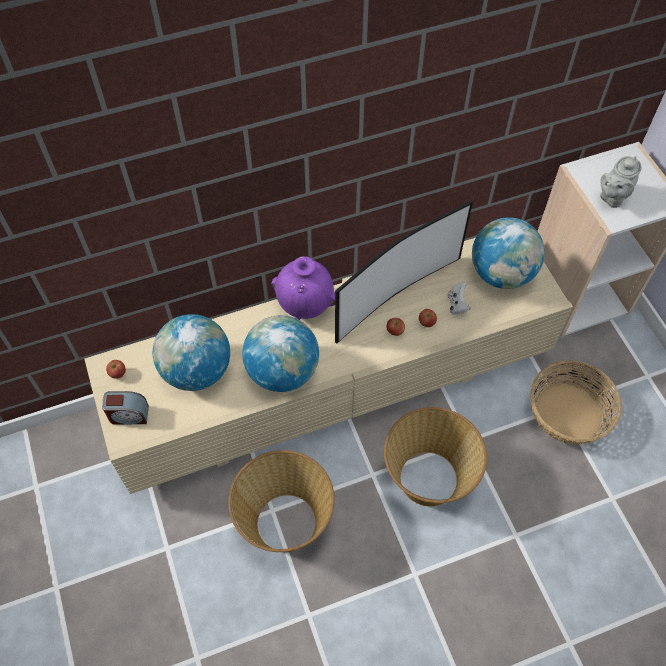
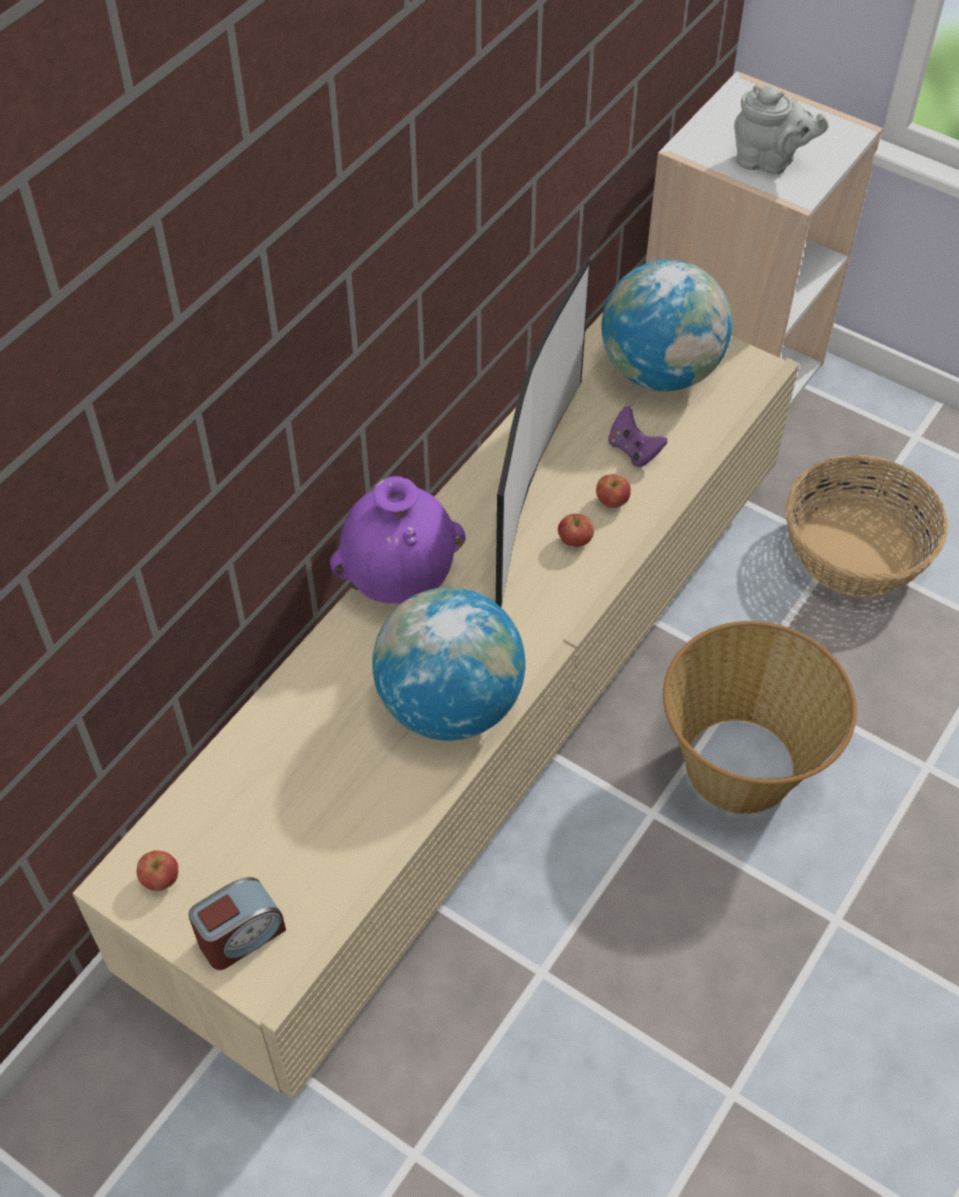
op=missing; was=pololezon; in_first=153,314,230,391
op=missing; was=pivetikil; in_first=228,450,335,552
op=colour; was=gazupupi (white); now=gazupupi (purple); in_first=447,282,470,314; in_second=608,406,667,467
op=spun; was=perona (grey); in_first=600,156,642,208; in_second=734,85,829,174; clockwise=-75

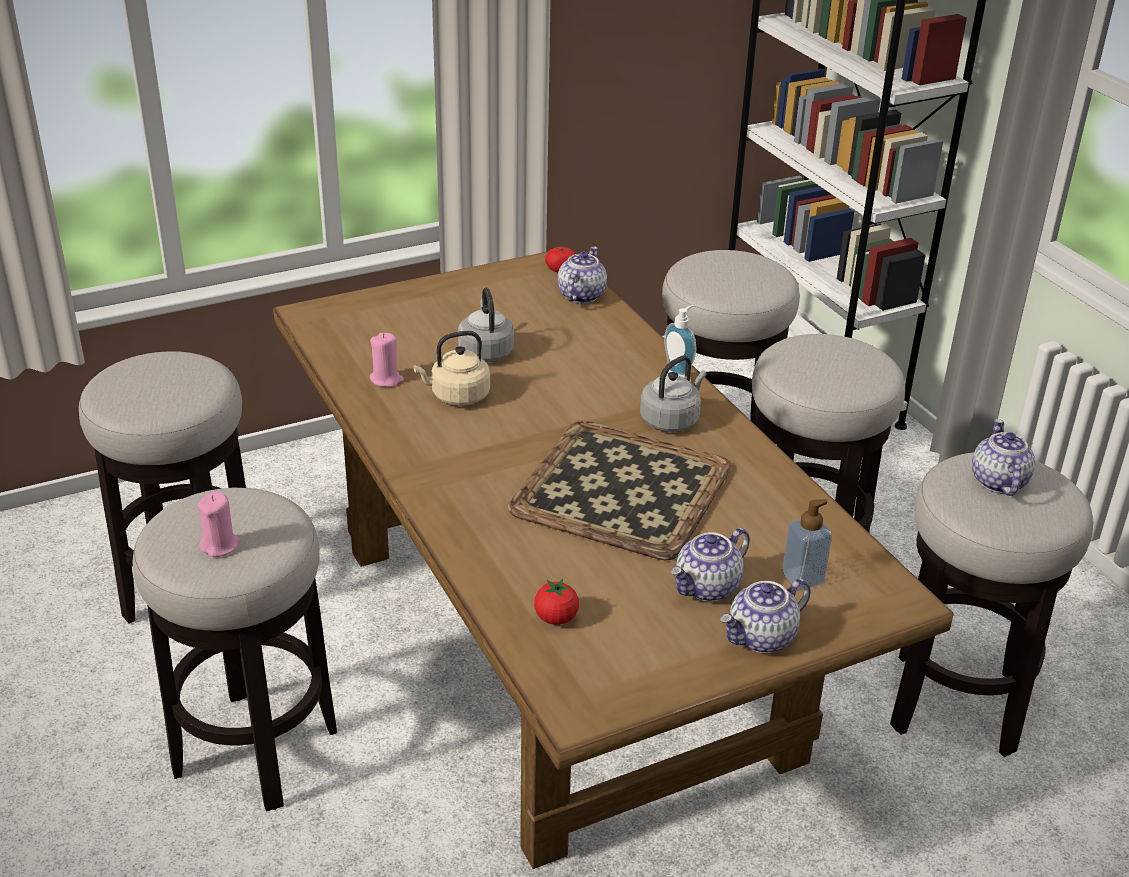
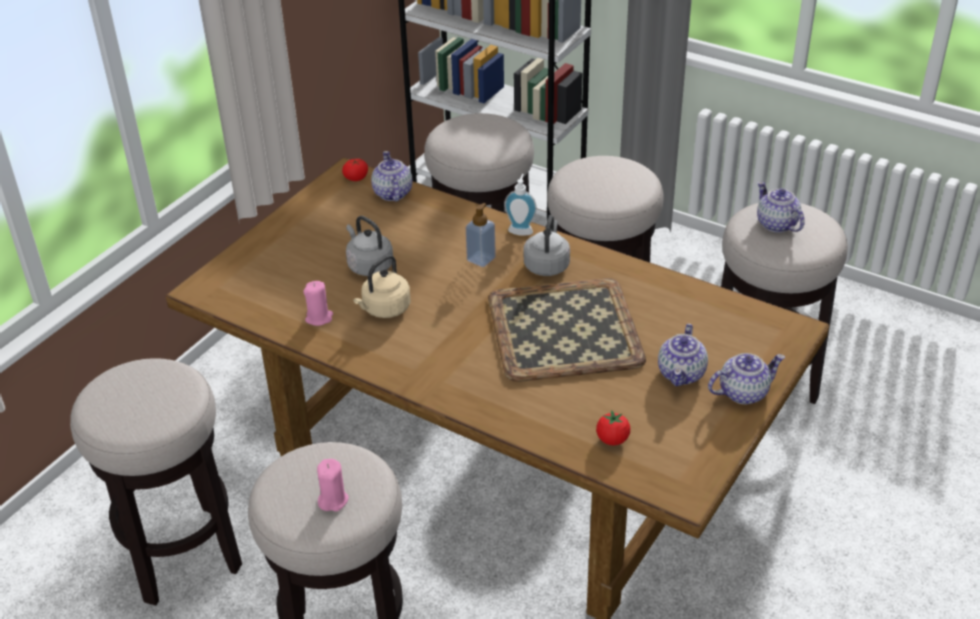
op=relocated; was=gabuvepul; in_first=782,499,832,590; in_second=466,203,496,267
op=spun; was=perona; in_first=720,578,811,653; in_second=708,353,785,404; clockwise=-135

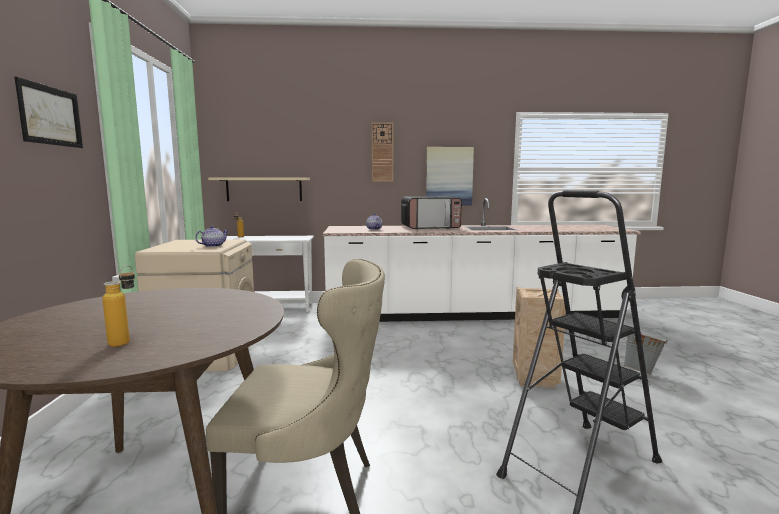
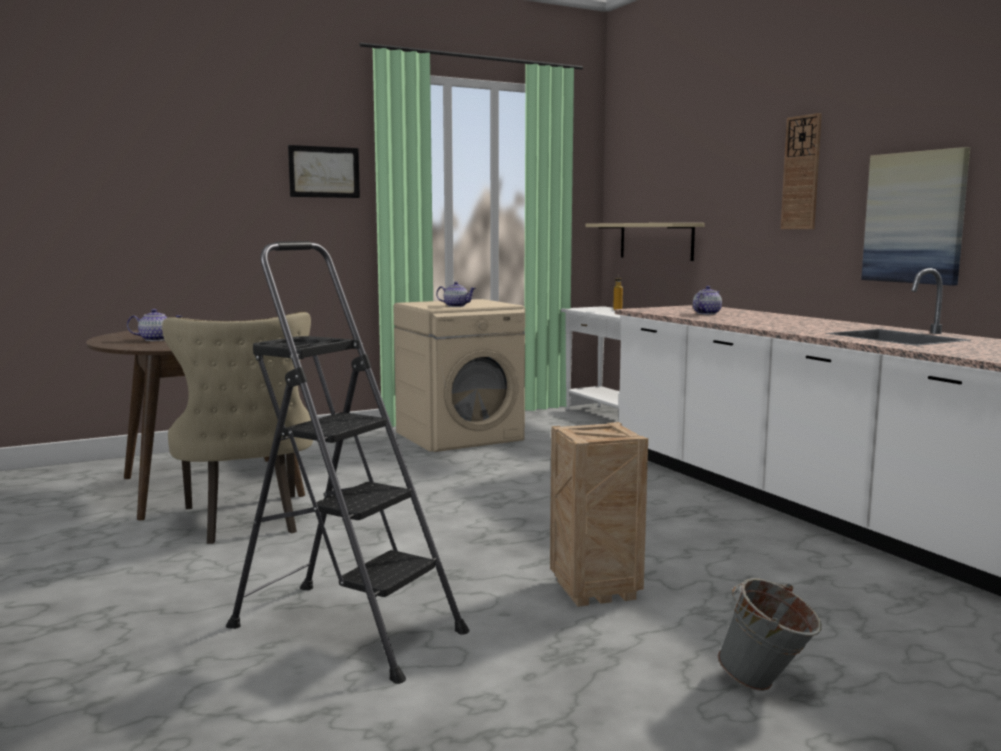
op=missing; was=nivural; in_first=401,196,462,230
op=exchanged; was=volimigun; now=perona; in_first=102,265,135,347; in_second=127,309,182,341

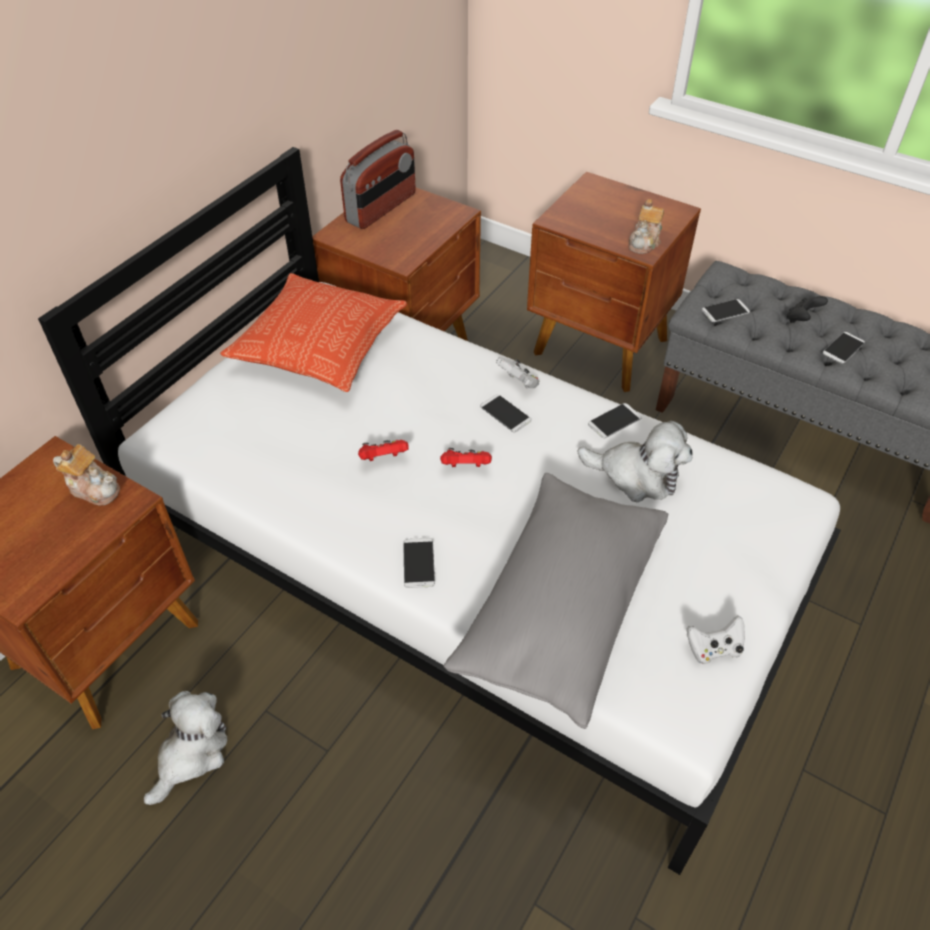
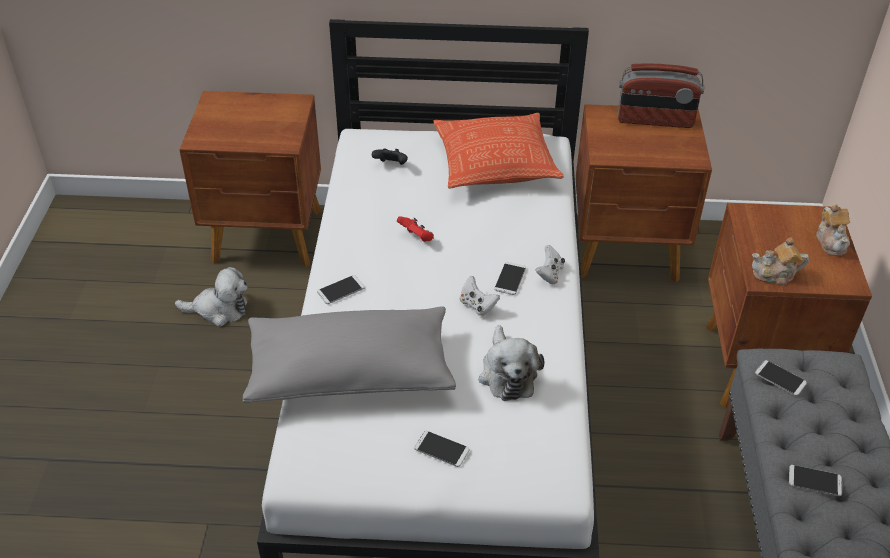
op=missing; was=gazupupi (red); in_first=440,448,492,467
op=relocated; was=perona; in_first=53,444,120,505; in_second=816,204,850,256
op=relocated; was=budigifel; in_first=588,403,642,438; in_second=414,431,469,467
op=relocated; was=gazupupi (white); in_first=686,615,745,664; in_second=460,276,500,316
op=relocated; was=gazupupi (black); in_first=787,296,828,323; in_second=372,148,408,165

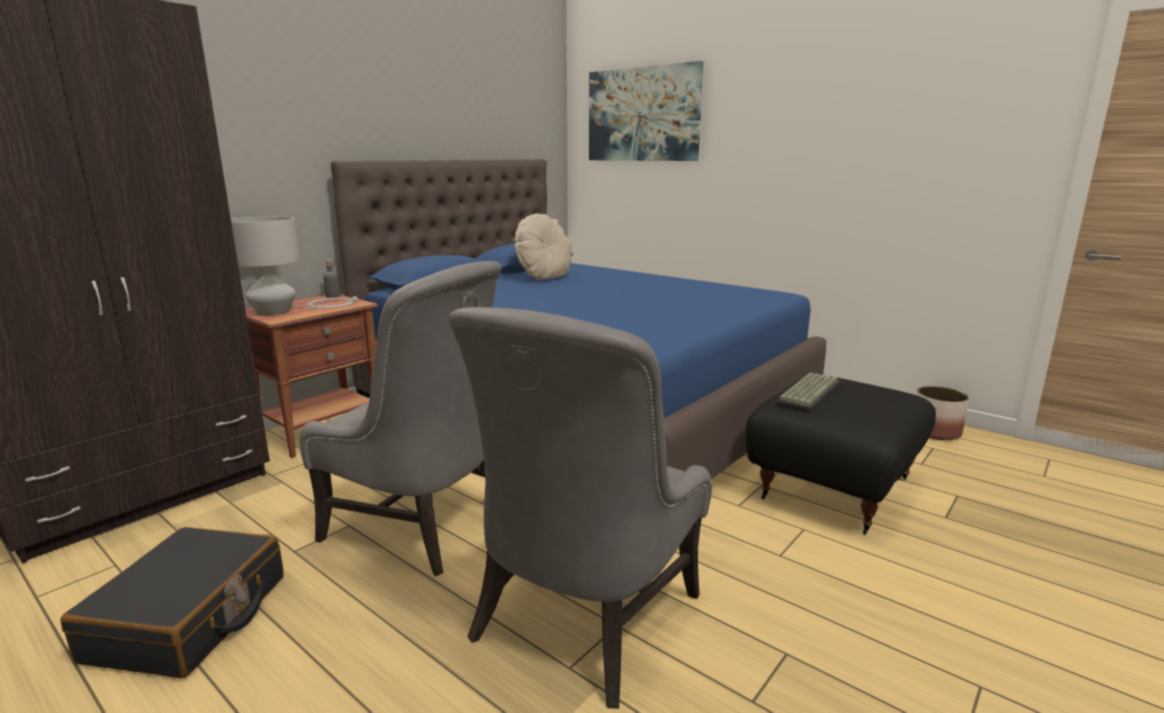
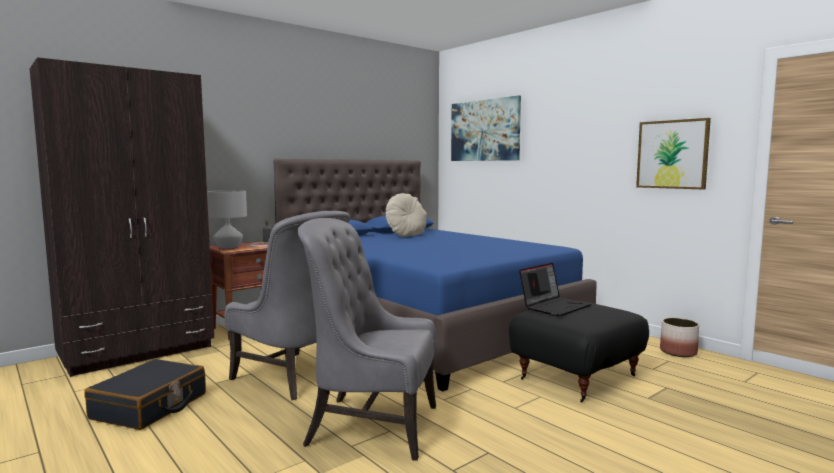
op=appeared; now=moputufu; in_second=636,118,711,190
op=exchanged; was=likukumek; now=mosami; in_first=777,372,840,411; in_second=519,263,591,316
op=spun; was=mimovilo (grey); in_first=449,307,712,709; in_second=298,218,436,461; clockwise=60

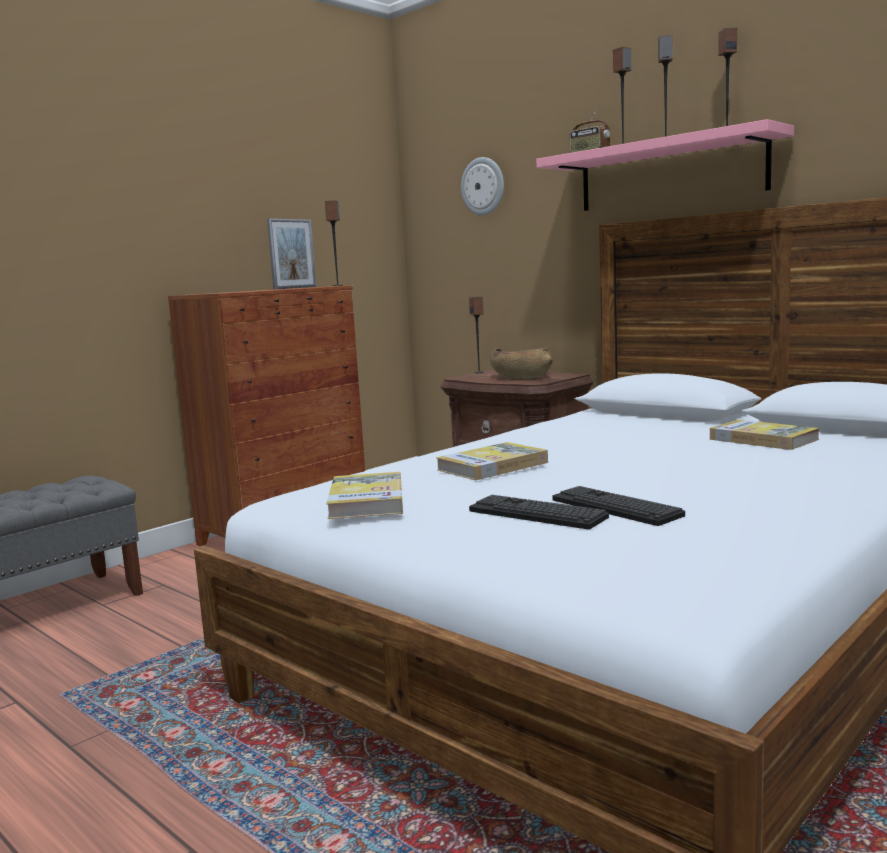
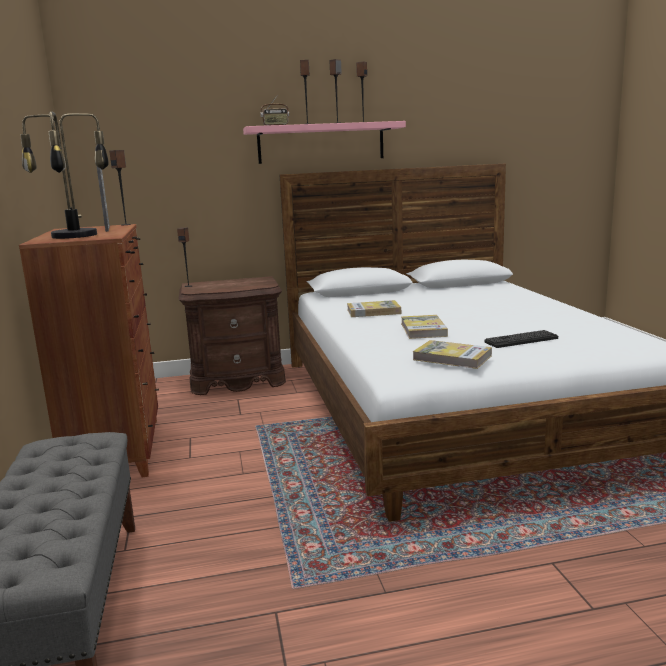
op=missing; was=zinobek; in_first=461,157,504,216
op=missing; was=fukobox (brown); in_first=490,347,553,379
op=missing; was=likukumek; in_first=552,486,685,526
op=appeared; now=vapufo; in_second=20,111,109,239
op=relocated; was=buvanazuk; in_first=710,420,819,450; in_second=347,300,401,317

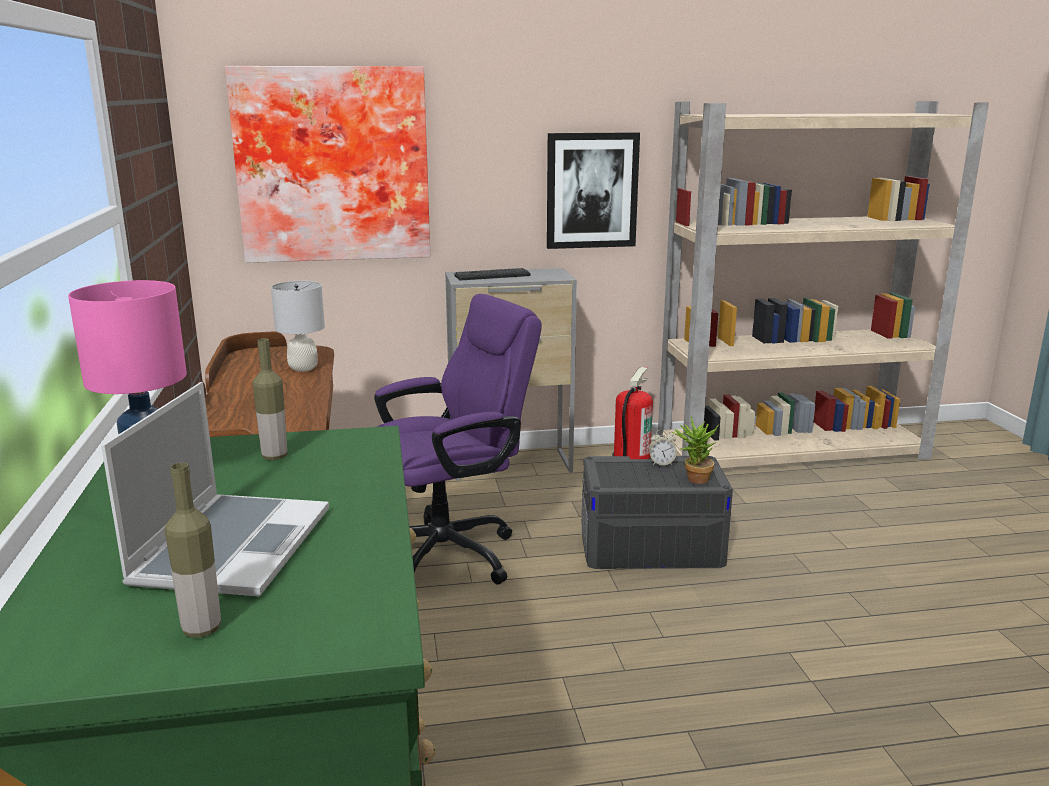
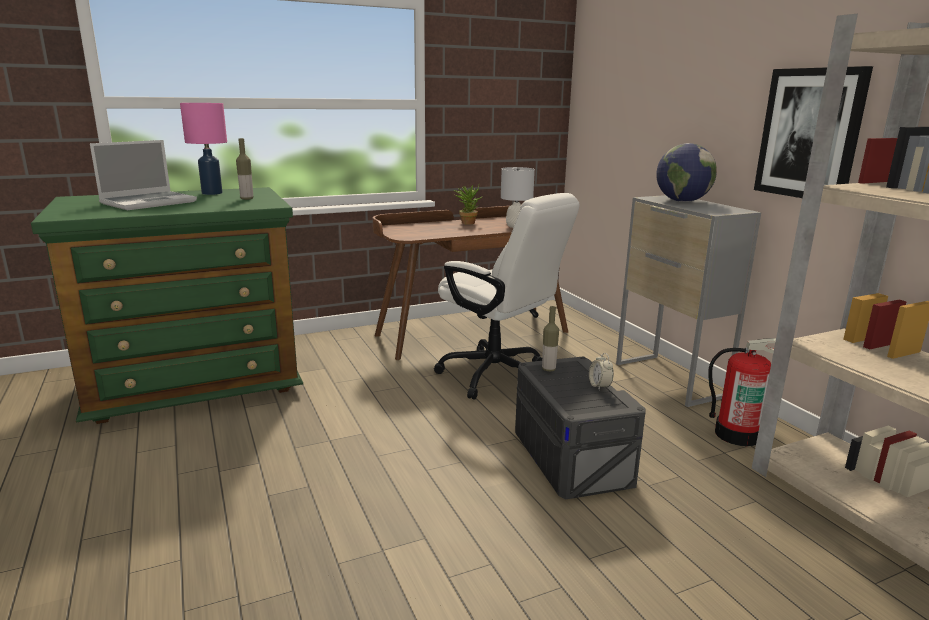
op=missing; was=moputufu; in_first=225,66,430,263
op=relocated; was=volimigun; in_first=165,463,221,638; in_second=542,306,559,371
op=relocated; was=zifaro; in_first=672,417,720,484; in_second=454,185,482,225
op=exchanged; was=likukumek; now=pololezon; in_first=454,268,531,280; in_second=656,143,717,202
op=colour; was=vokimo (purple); now=vokimo (white); in_first=374,294,542,585; in_second=434,193,580,400
op=spun; was=mosami; in_first=101,382,329,597; in_second=90,140,197,210; clockwise=-45

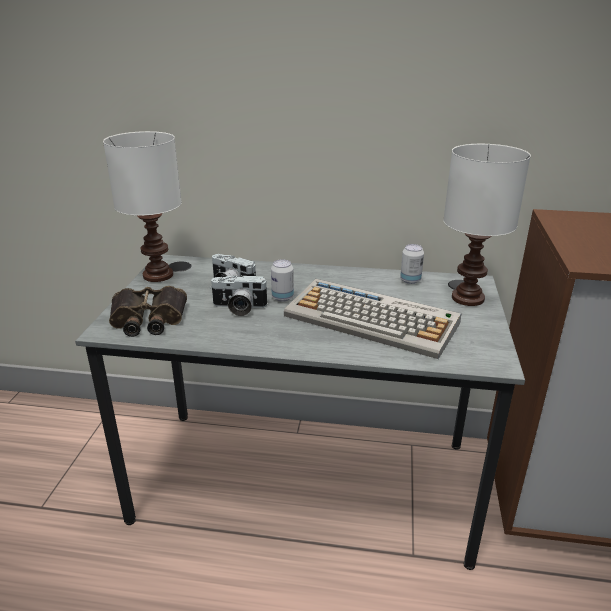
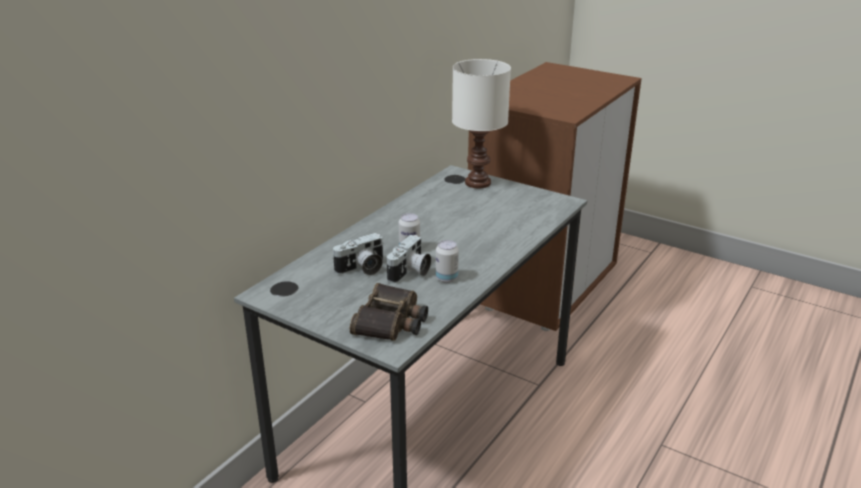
op=missing; was=vapufo (white); in_first=103,131,182,282
op=missing; was=likukumek; in_first=284,279,461,359
op=relocated; was=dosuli; in_first=400,244,424,284; in_second=436,240,459,283

